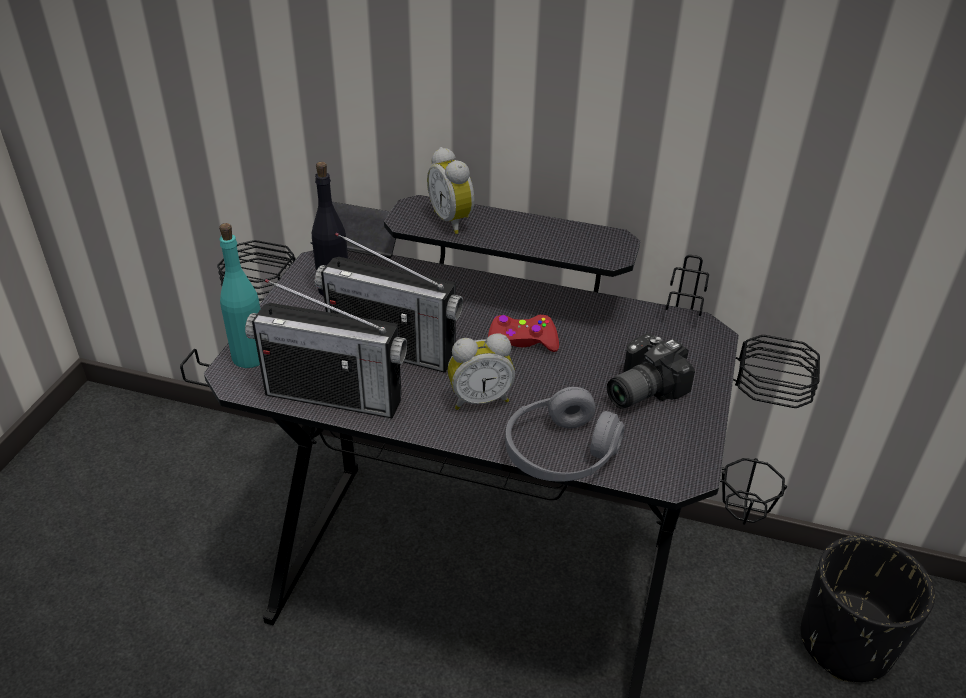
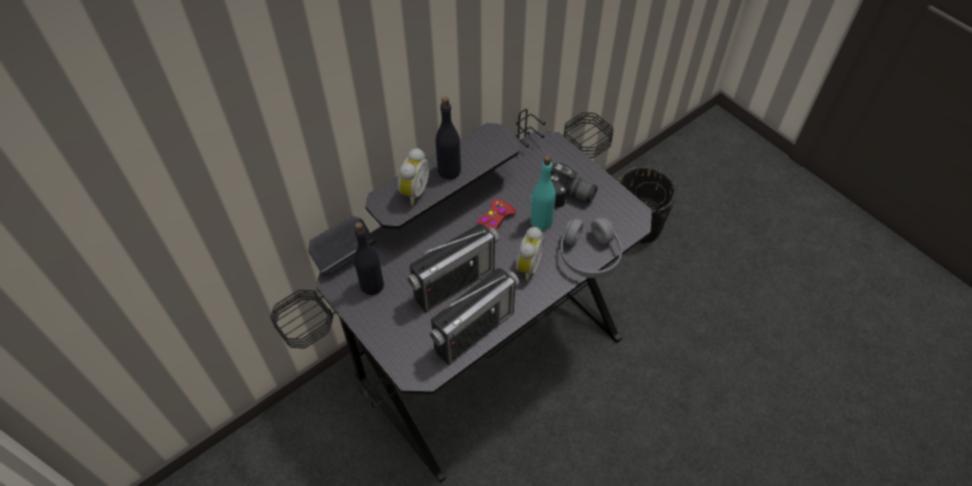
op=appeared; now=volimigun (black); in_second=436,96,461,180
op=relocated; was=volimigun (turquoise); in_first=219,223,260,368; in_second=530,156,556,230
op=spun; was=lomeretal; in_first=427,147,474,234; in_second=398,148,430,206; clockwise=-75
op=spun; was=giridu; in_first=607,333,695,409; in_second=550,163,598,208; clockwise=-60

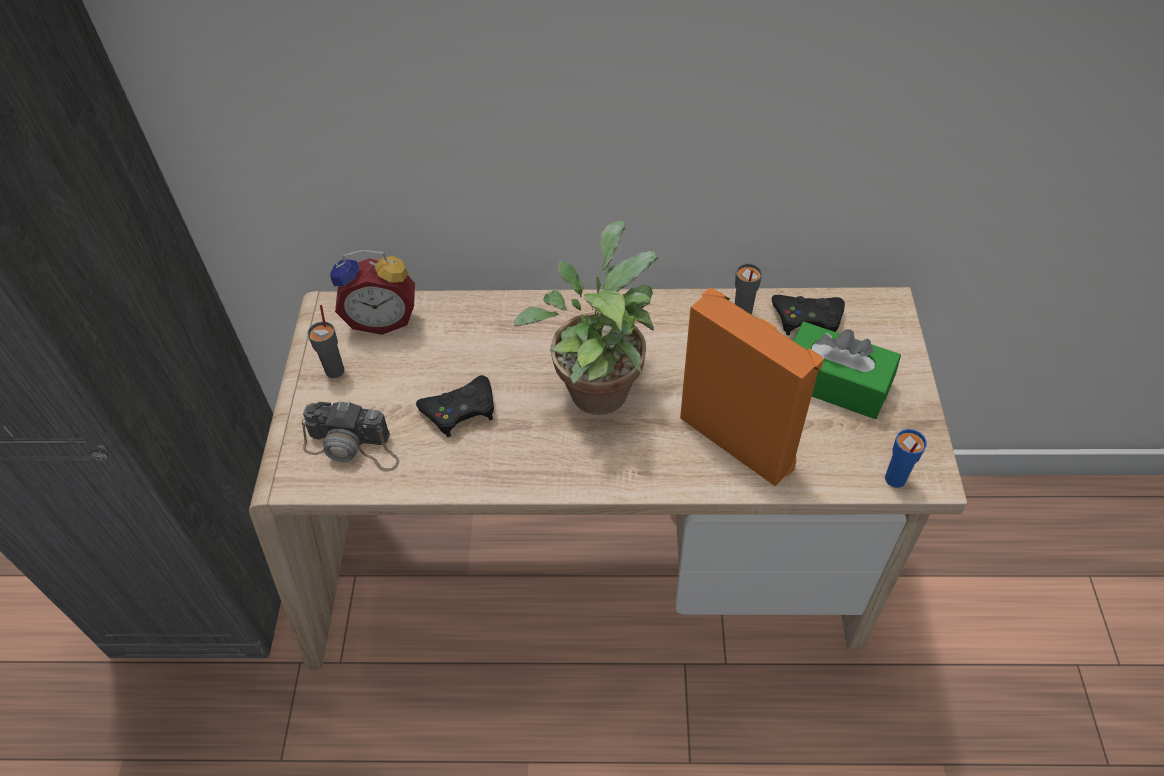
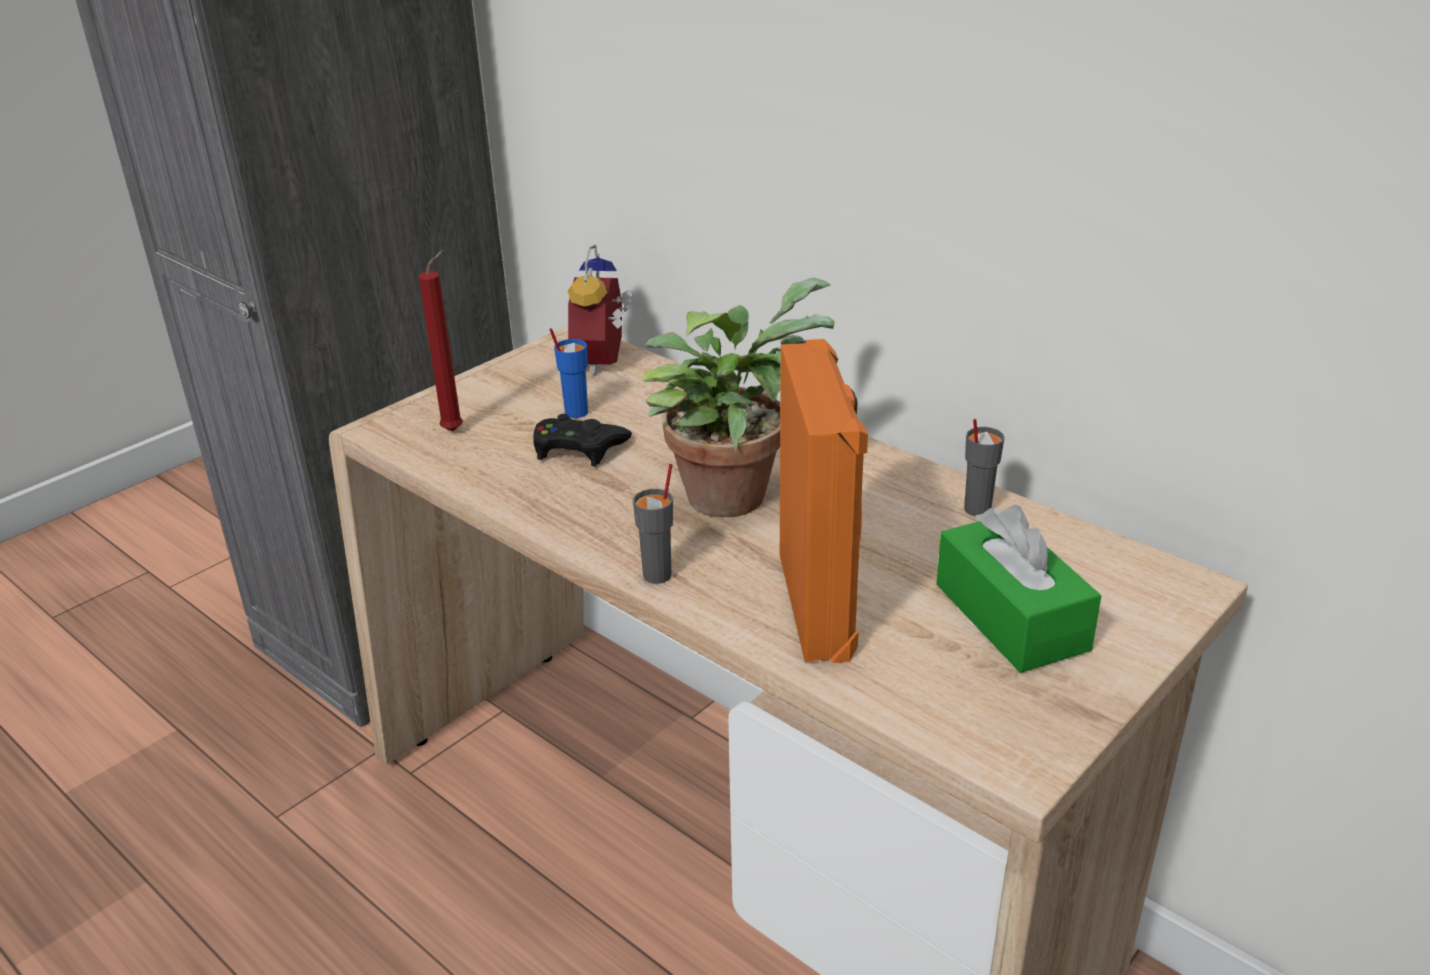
op=missing; was=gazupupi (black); in_first=772,295,845,335
op=relocated; was=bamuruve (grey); in_first=307,305,344,378; in_second=633,464,673,584
op=relocated; was=bamuruve (blue); in_first=885,429,927,488; in_second=549,328,588,418
op=exchanged; was=giridu; now=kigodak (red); in_first=302,401,399,472; in_second=419,250,463,432
op=spun; was=lomeretal; in_first=330,249,415,335; in_second=568,245,633,375; clockwise=60

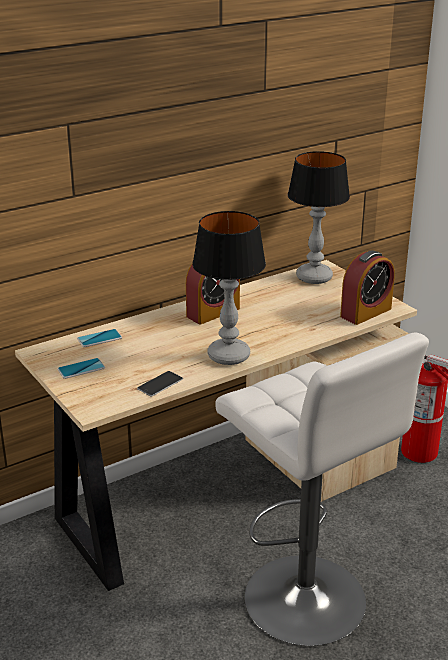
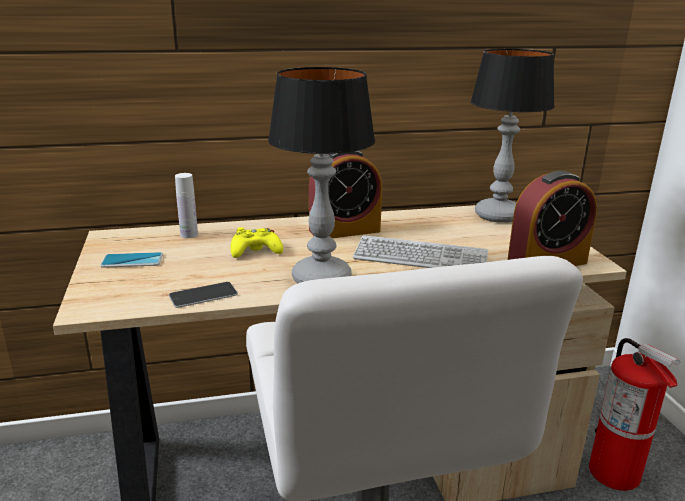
op=appeared; now=gazupupi (yellow); in_second=231,227,283,258
op=appeared; now=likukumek; in_second=353,235,488,268
op=exchanged; was=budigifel; now=volimigun (white); in_first=77,329,122,347; in_second=175,173,198,238

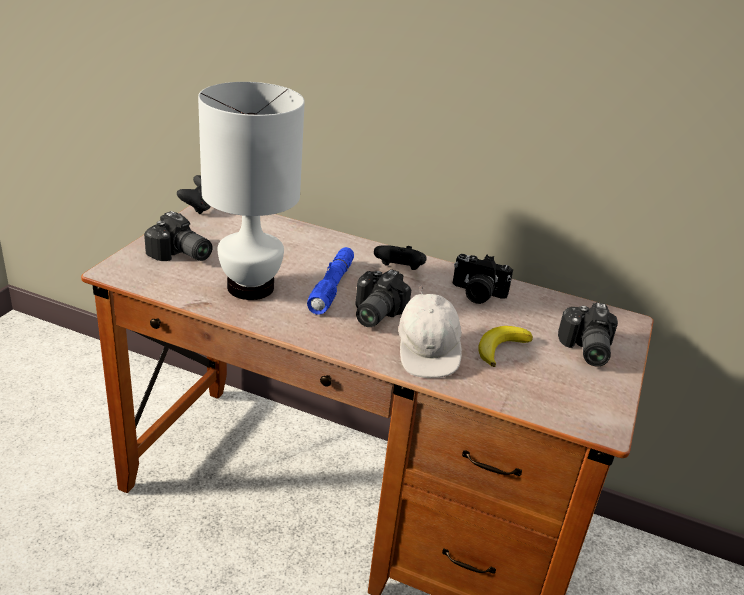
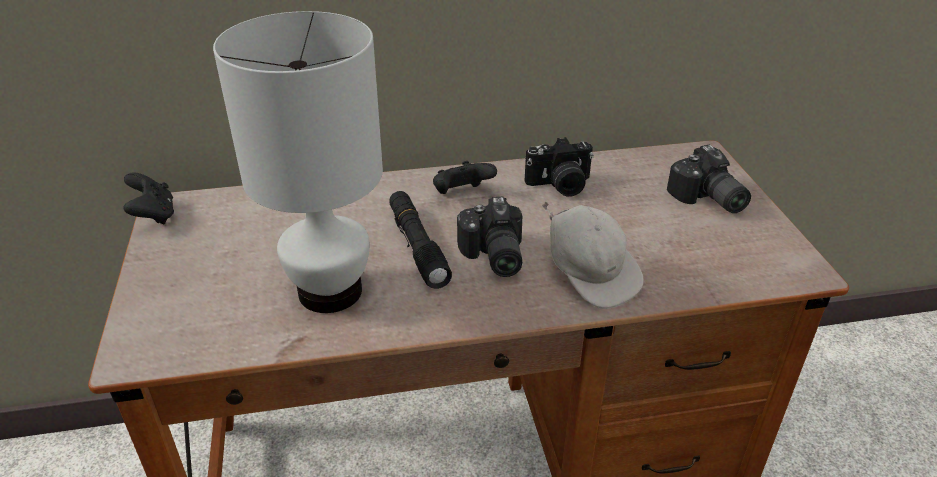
op=missing; was=giridu; in_first=144,211,213,261
op=missing; was=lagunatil; in_first=478,326,533,367
op=colour; was=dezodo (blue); now=dezodo (black); in_first=307,247,354,315; in_second=389,191,452,289

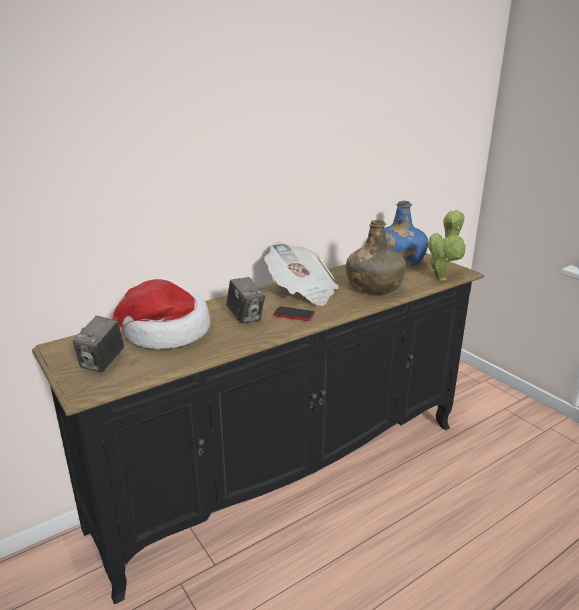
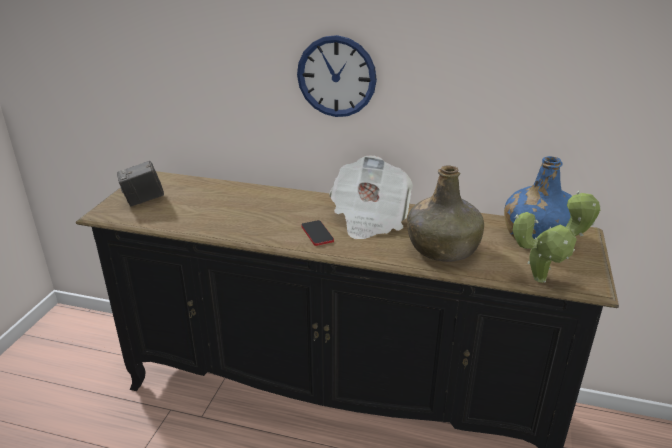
op=missing; was=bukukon; in_first=112,279,210,349
op=missing; was=giridu; in_first=226,277,265,324
op=appeared; now=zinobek; in_second=297,35,377,117

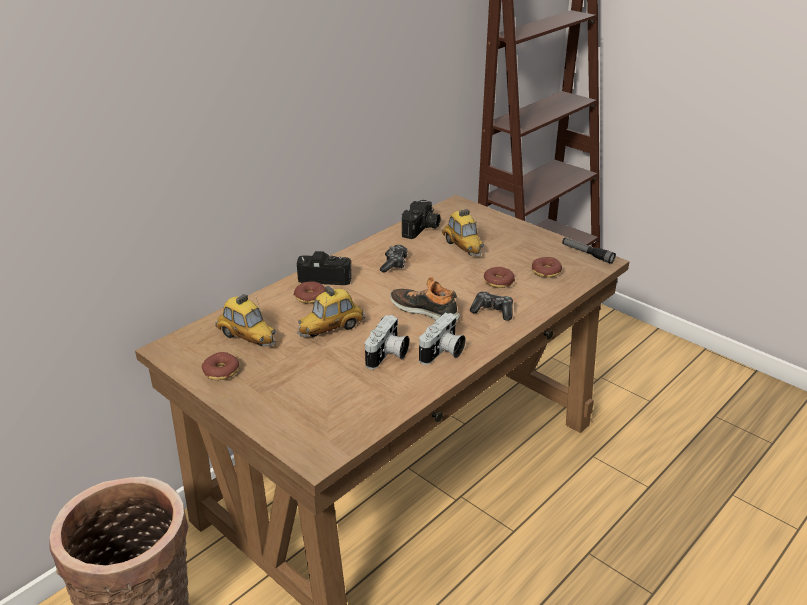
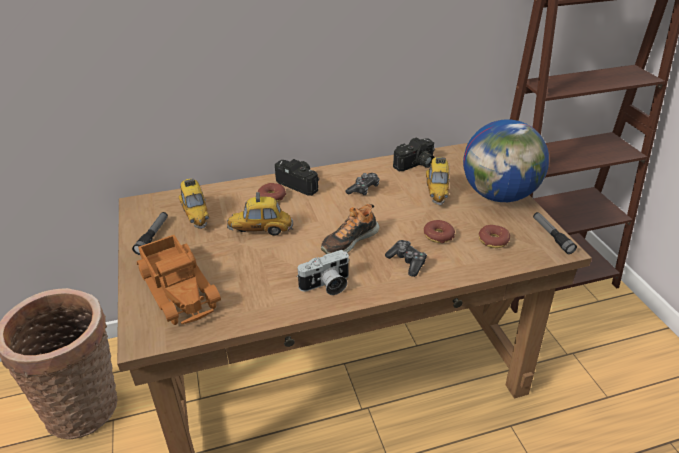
op=missing; was=giridu; in_first=365,315,409,369
op=appeared; now=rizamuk; in_second=137,235,221,325
op=appeared; now=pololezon; in_second=463,119,549,202
op=exchanged; was=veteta; now=dezodo; in_first=202,352,239,381; in_second=132,212,168,255
op=spun; was=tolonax; in_first=390,277,460,322; in_second=321,204,380,254; clockwise=-105

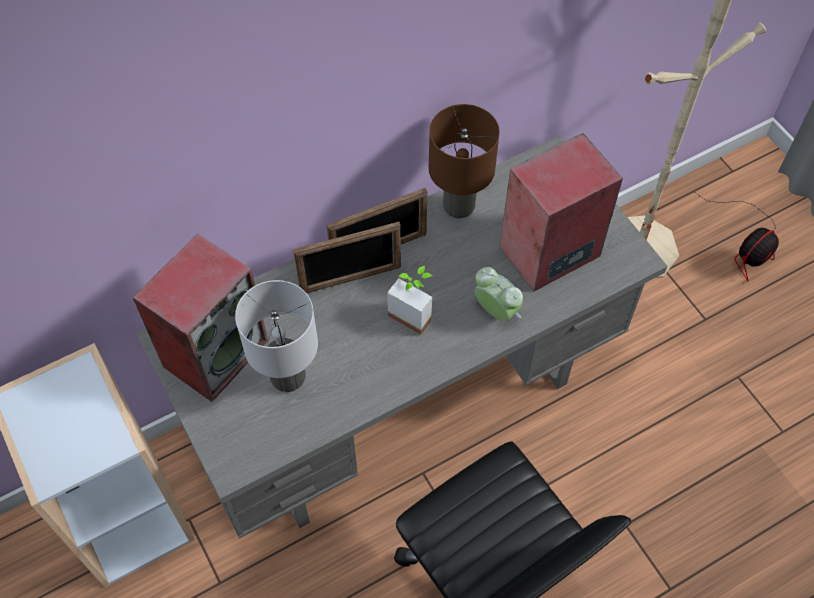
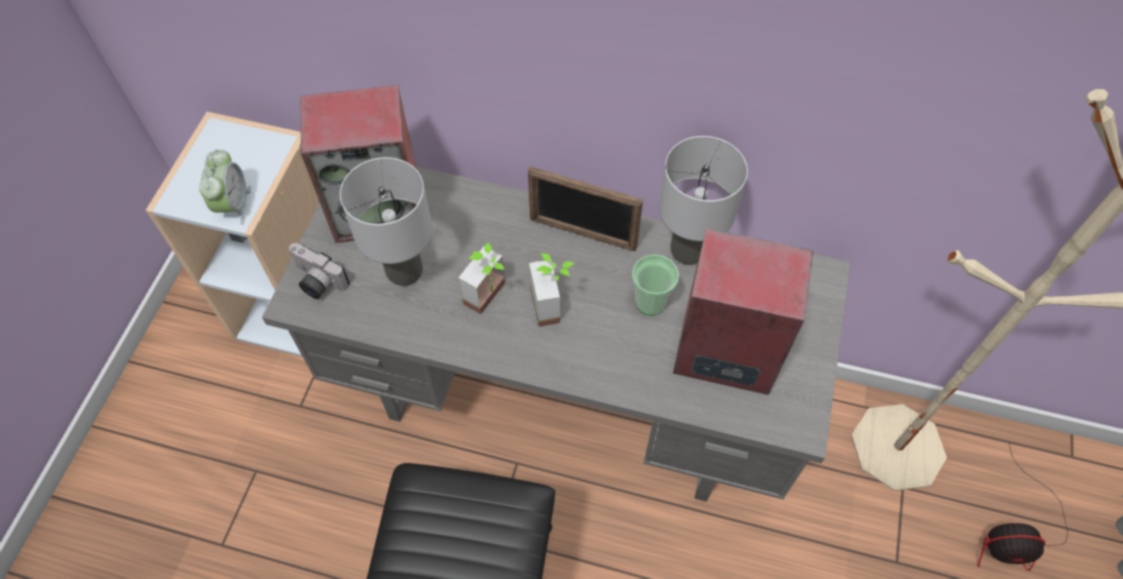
op=missing; was=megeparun; in_first=293,222,401,293
op=appeared; now=giridu; in_second=288,243,350,299
op=appeared; now=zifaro; in_second=458,243,505,314
op=appeared; now=bamuruve; in_second=632,254,679,316
op=relocated; was=lomeretal; in_first=474,267,523,322; in_second=199,149,251,225
op=colour; was=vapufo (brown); now=vapufo (white); in_first=429,104,500,219; in_second=659,136,748,265

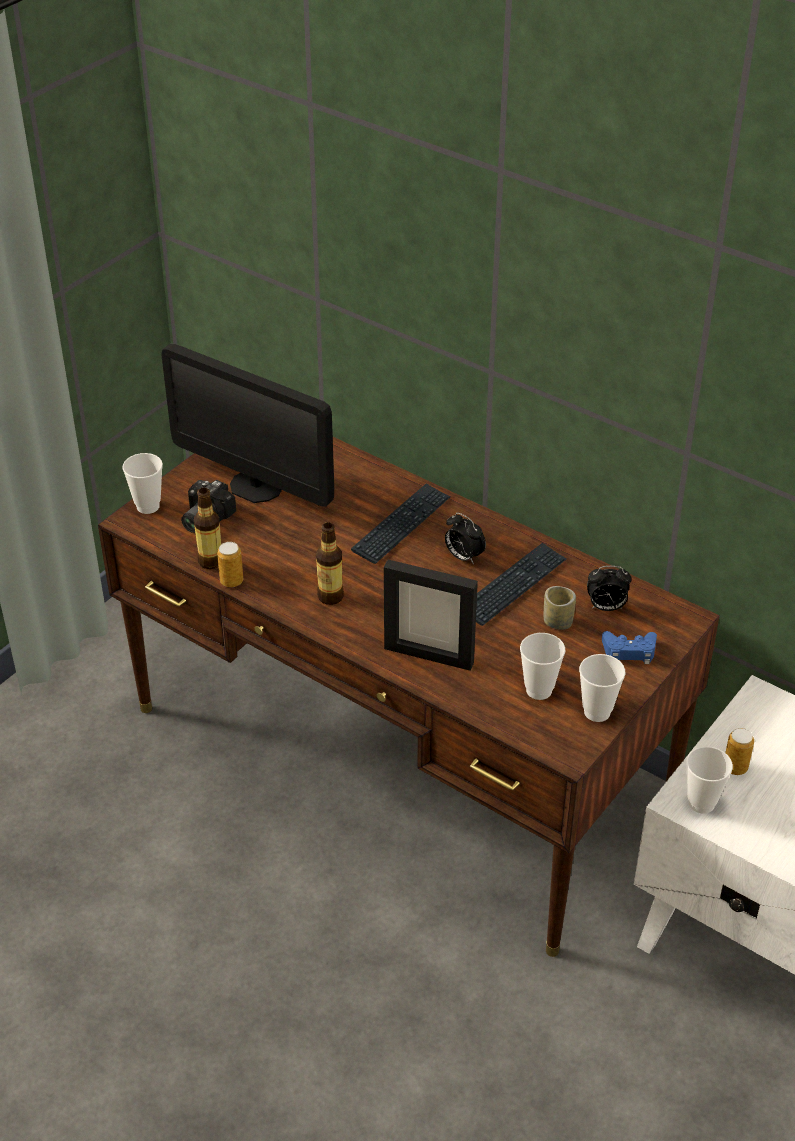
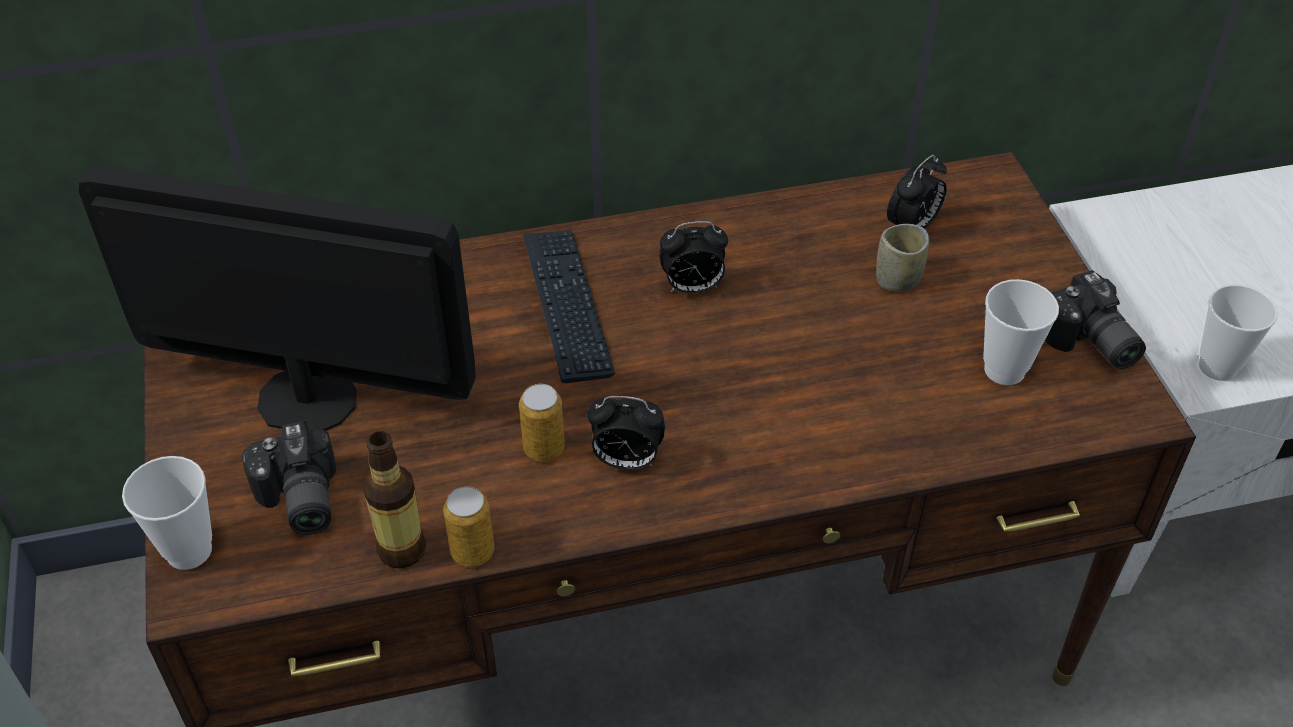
op=missing; was=megeparun; in_first=384,560,478,671
op=missing; was=likukumek; in_first=476,543,567,626
op=missing; was=gazupupi (blue); in_first=602,631,657,664
op=relocated; was=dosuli; in_first=725,728,754,775; in_second=519,384,565,462
op=exchanged; was=volimigun; now=lomeretal; in_first=316,522,344,605; in_second=587,396,665,470
op=exchanged; was=bamuruve; now=giridu; in_first=579,654,625,722; in_second=1045,270,1146,369
op=spun; was=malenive; in_first=161,344,334,507; in_second=79,166,476,431; clockwise=-150

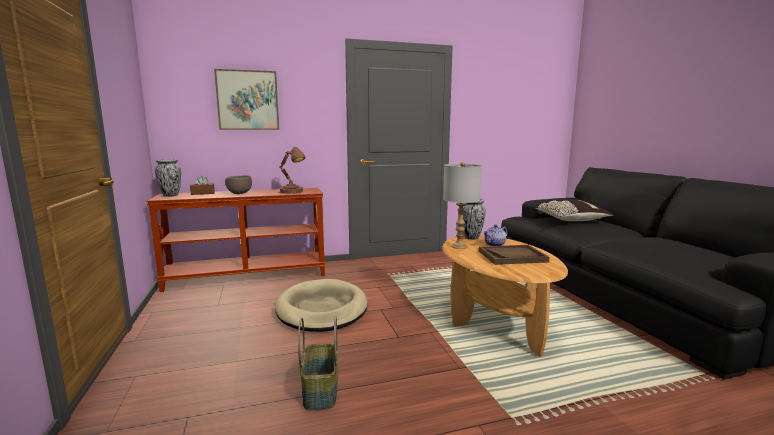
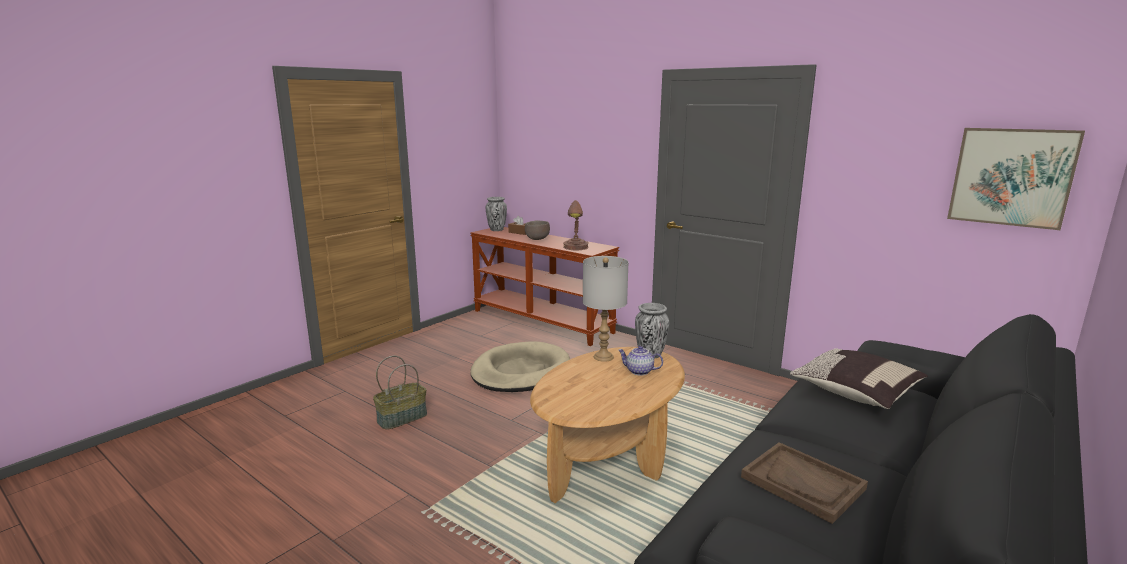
op=relocated; was=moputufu; in_first=214,69,279,130; in_second=947,128,1085,230
op=relocated; was=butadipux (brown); in_first=479,245,550,265; in_second=741,442,868,524

